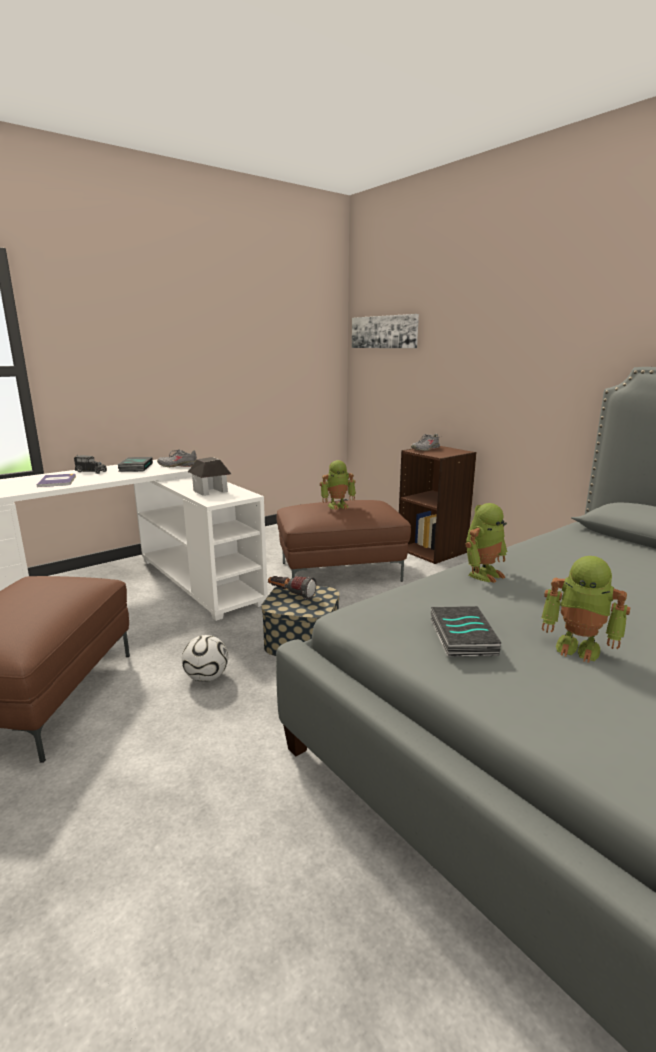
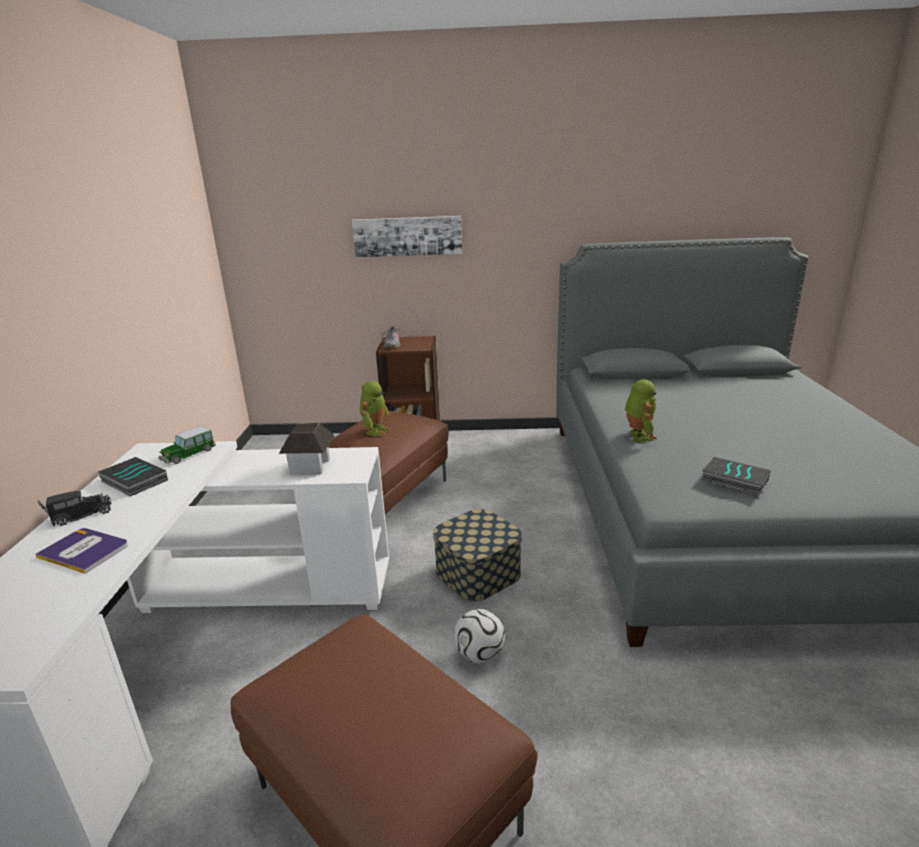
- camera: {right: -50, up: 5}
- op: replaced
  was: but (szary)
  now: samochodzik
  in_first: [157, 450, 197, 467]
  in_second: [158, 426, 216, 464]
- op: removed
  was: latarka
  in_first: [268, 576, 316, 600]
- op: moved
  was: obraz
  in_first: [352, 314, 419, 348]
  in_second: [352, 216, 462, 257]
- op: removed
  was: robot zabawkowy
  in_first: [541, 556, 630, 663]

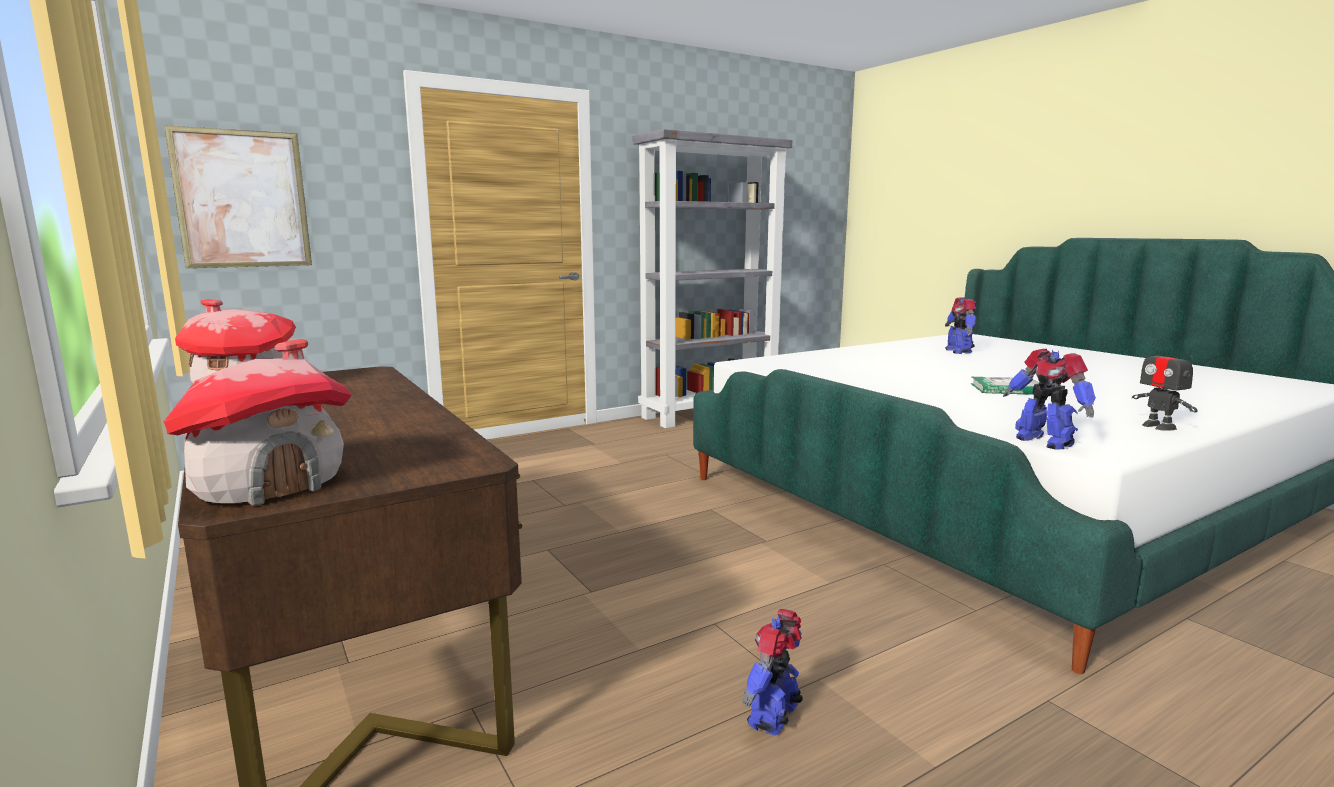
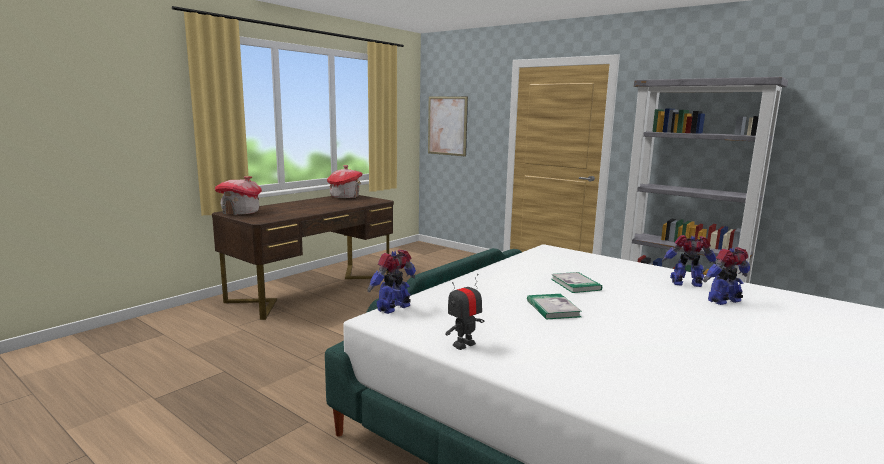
- camera: {right: 70, up: 0}
- op: moved
  was: robot zabawkowy
  in_first: [742, 609, 803, 736]
  in_second: [662, 235, 717, 287]
- op: added
  now: książka
  in_second: [551, 272, 602, 293]

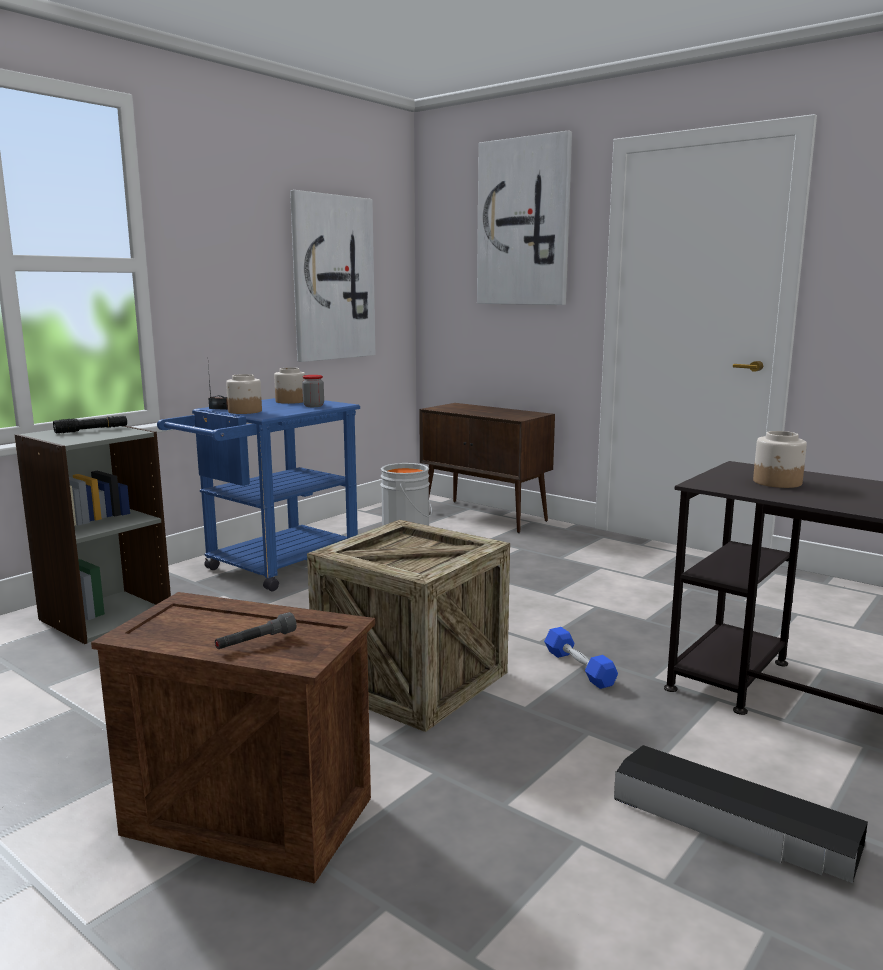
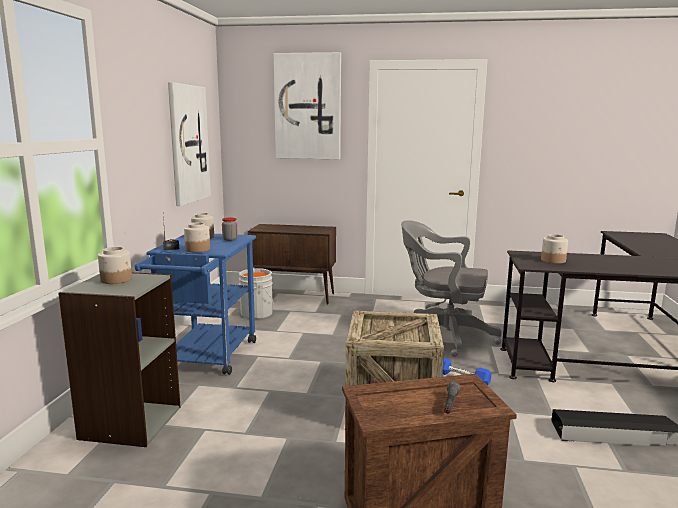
- camera: {right: -30, up: 0}
- op: replaced
  was: latarka (czarny)
  now: słoik
  in_first: [53, 416, 127, 433]
  in_second: [98, 247, 132, 284]
- op: added
  now: krzesło biurowe (szary)
  in_second: [401, 220, 502, 357]

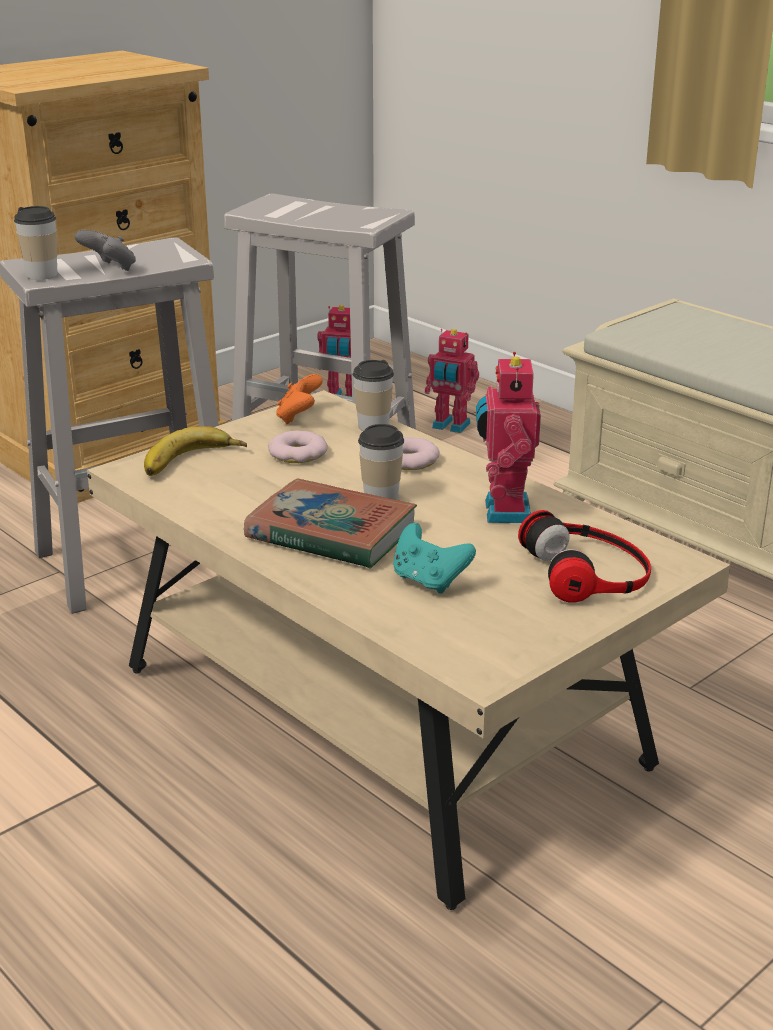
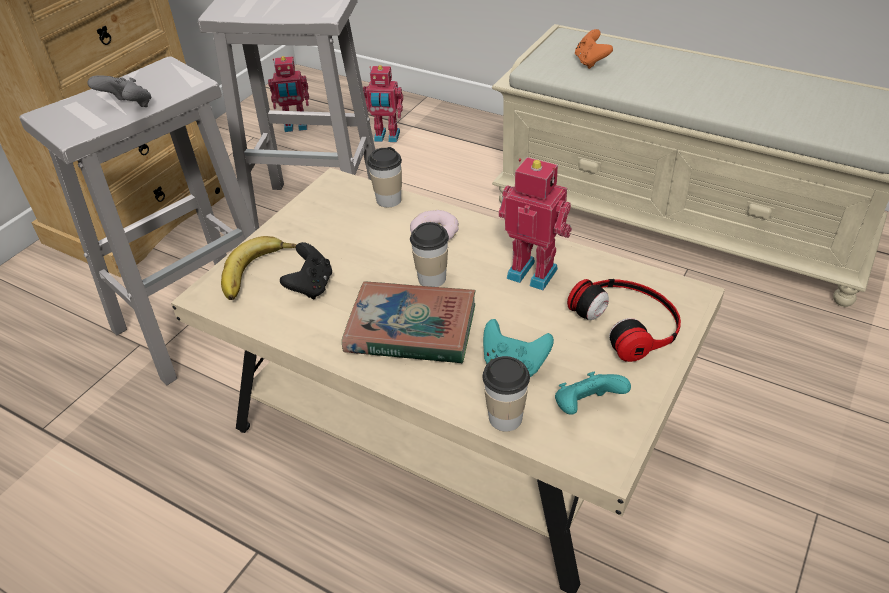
- camera: {right: -15, up: 15}
- op: moved
  was: filiżanka
  in_first: [14, 206, 58, 280]
  in_second: [482, 356, 530, 432]
- op: removed
  was: donut
  in_first: [268, 431, 328, 463]
- op: moved
  was: pad do gier (pomarańczowy)
  in_first: [276, 374, 323, 425]
  in_second: [575, 29, 613, 69]
- op: turned
  was: robot zabawkowy
  in_first: [476, 352, 541, 523]
  in_second: [499, 157, 572, 290]
  clockwise: 135
- op: added
  now: pad do gier (czarny)
  in_second: [280, 242, 332, 299]
- op: added
  now: pad do gier (turkusowy)
  in_second: [555, 372, 631, 415]

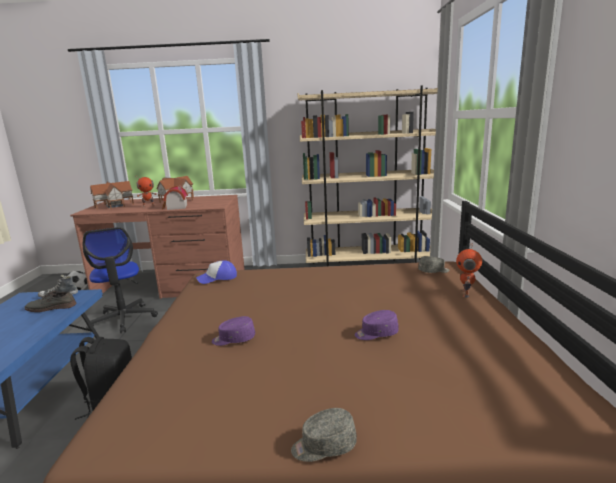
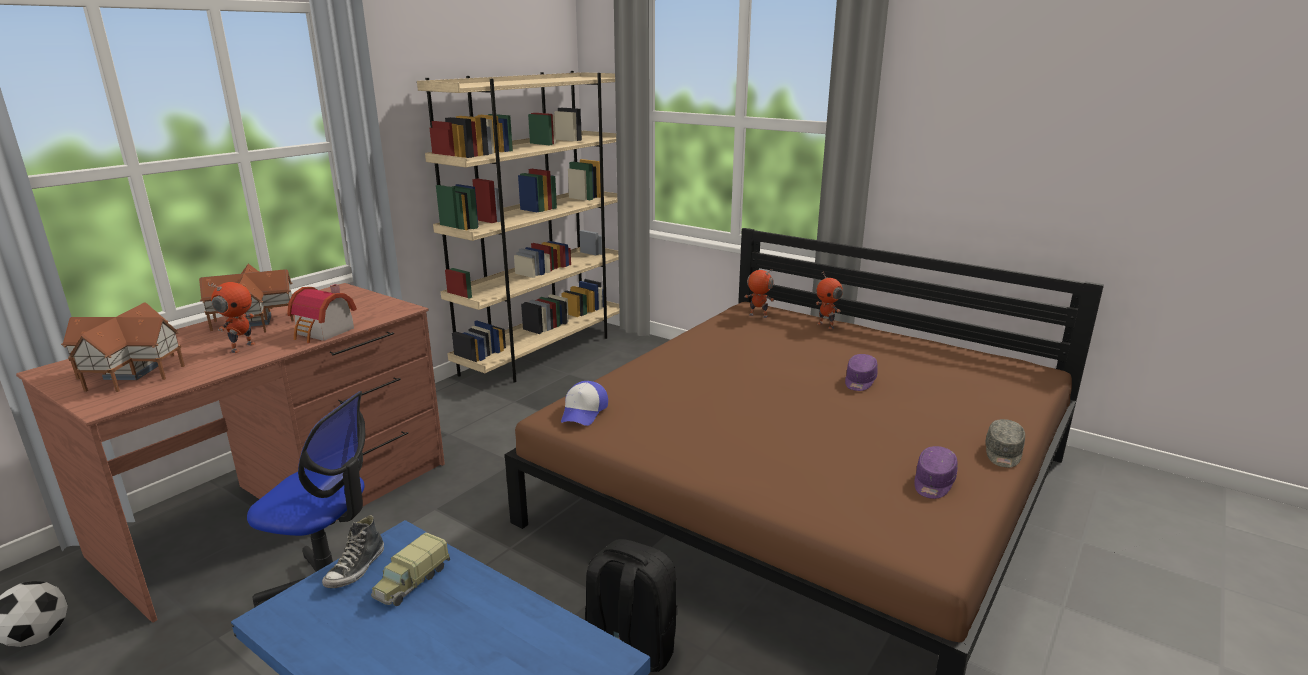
- camera: {right: -55, up: 5}
- op: replaced
  was: but (szary)
  now: ciężarówka zabawkowa
  in_first: [24, 290, 76, 312]
  in_second: [371, 532, 450, 606]
- op: moved
  was: czapka z daszkiem (fioletowy)
  in_first: [212, 316, 255, 346]
  in_second: [914, 446, 958, 499]
- op: replaced
  was: czapka z daszkiem (szary)
  now: robot zabawkowy
  in_first: [418, 256, 449, 273]
  in_second: [744, 269, 774, 318]

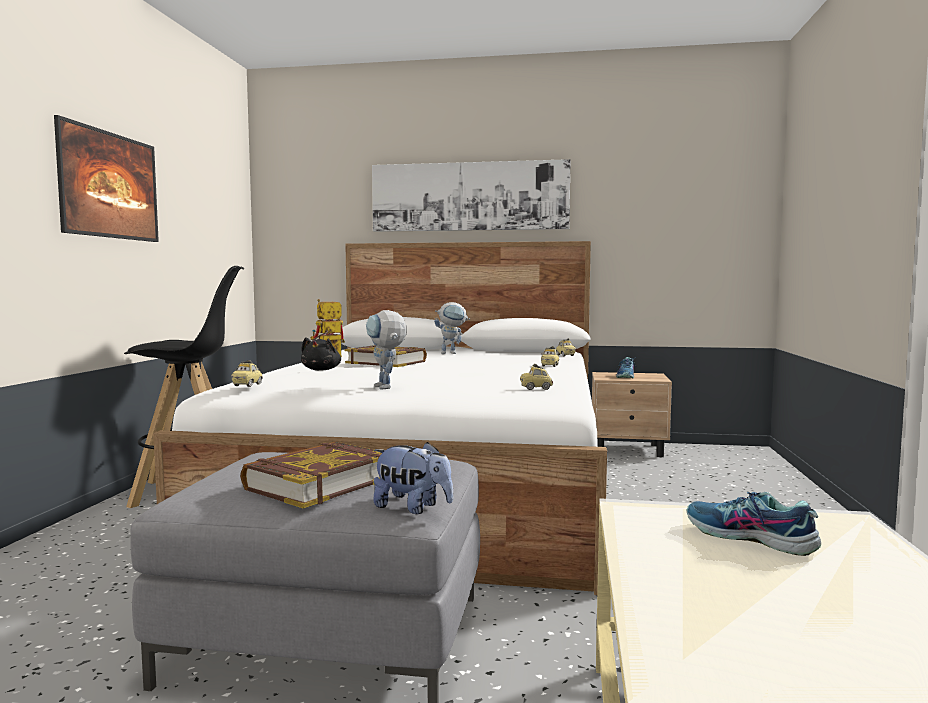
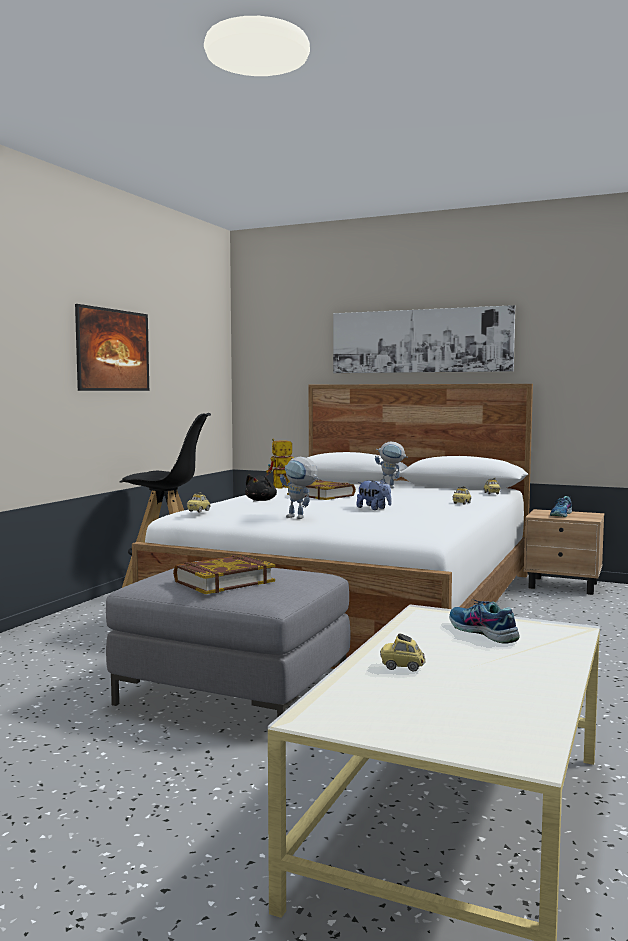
- camera: {right: 15, up: 0}
- op: turned
  was: robot zabawkowy
  in_first: [366, 310, 407, 390]
  in_second: [280, 457, 318, 519]
  clockwise: -45
- op: moved
  was: pluszak
  in_first: [373, 442, 453, 514]
  in_second: [357, 479, 392, 510]
- op: moved
  was: samochodzik
  in_first: [520, 364, 553, 390]
  in_second: [380, 633, 426, 672]

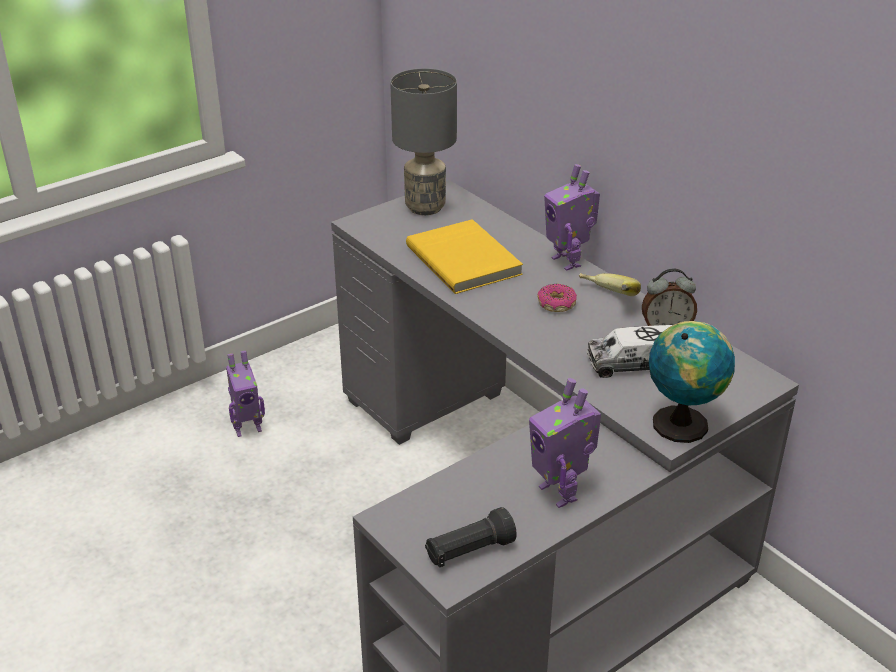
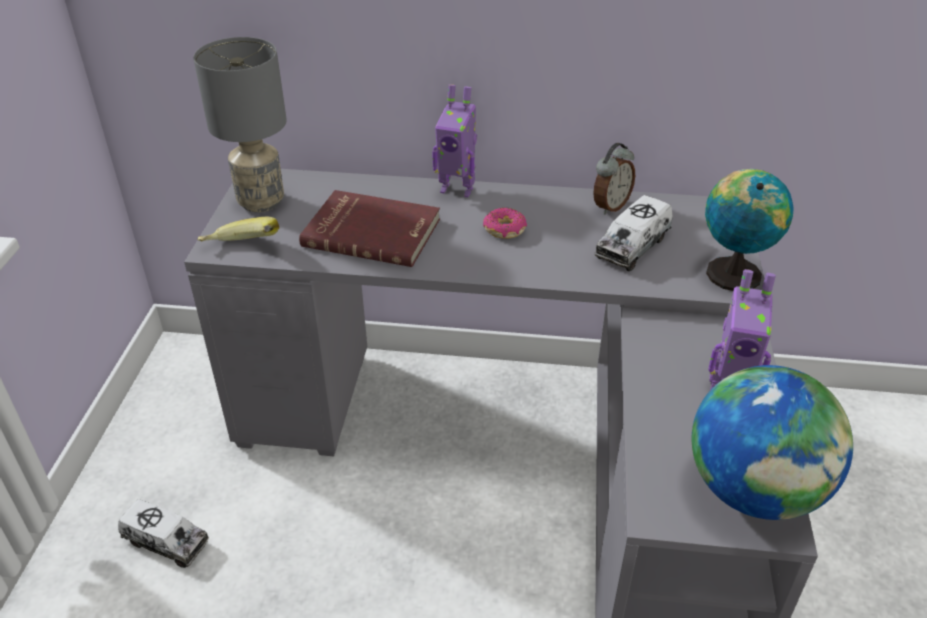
- camera: {right: -45, up: 5}
- op: replaced
  was: robot zabawkowy
  now: ciężarówka zabawkowa
  in_first: [226, 351, 265, 437]
  in_second: [118, 499, 209, 568]
- op: recoloured
  was: książka (żółty)
  now: książka (czerwony)
  in_first: [406, 219, 523, 294]
  in_second: [299, 190, 440, 267]
- op: replaced
  was: latarka (czarny)
  now: globus
  in_first: [425, 507, 517, 568]
  in_second: [692, 365, 853, 520]
- op: moved
  was: banan
  in_first: [579, 273, 641, 296]
  in_second: [198, 217, 279, 242]

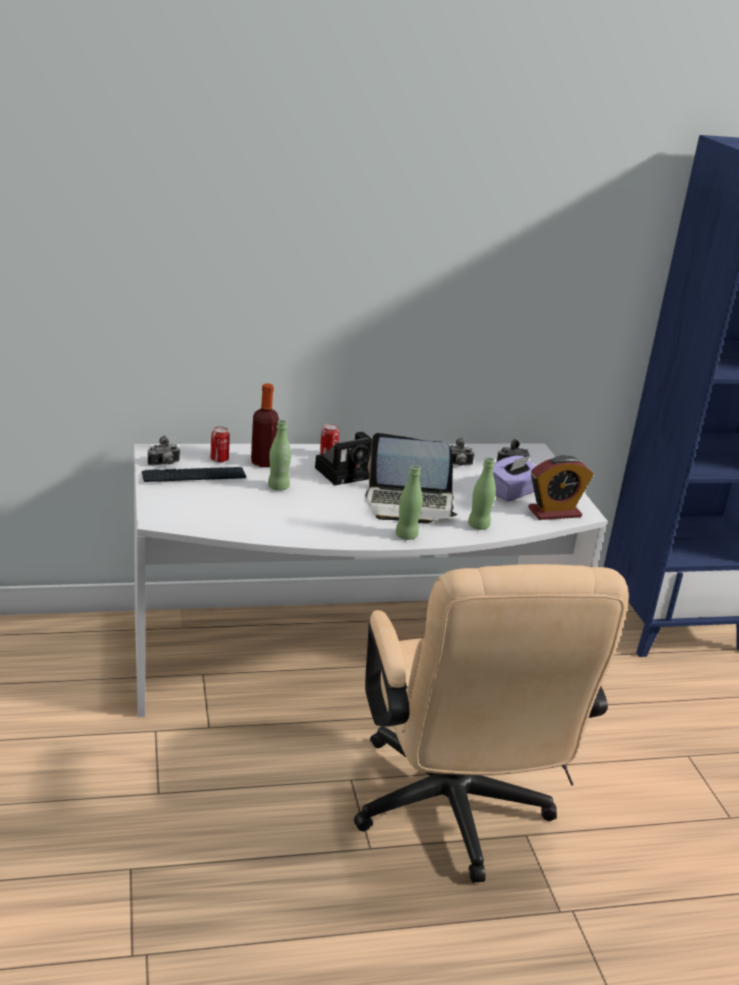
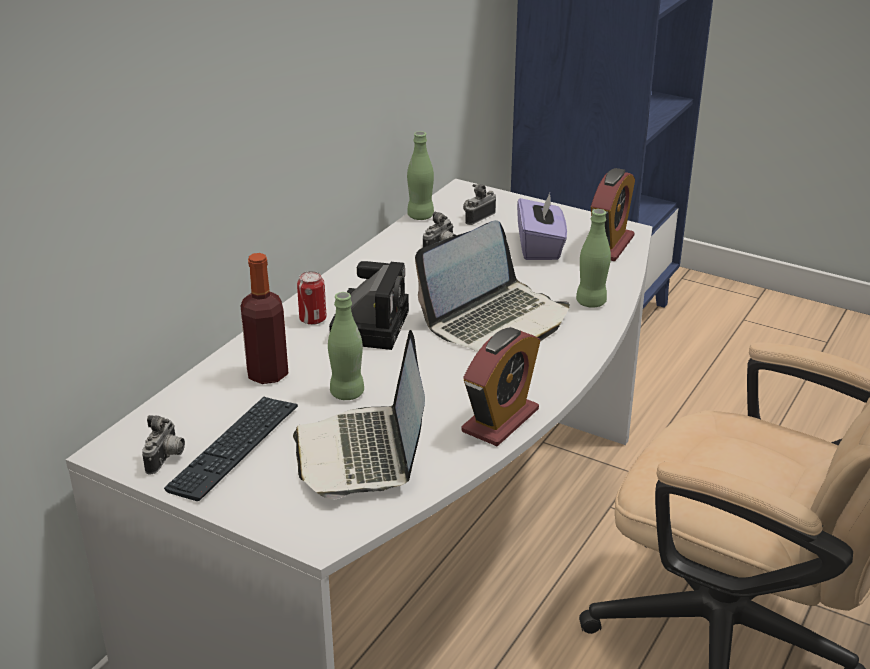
- camera: {right: -45, up: 5}
- op: removed
  was: puszka
  in_first: [210, 426, 230, 463]
- op: moved
  was: butelka (zielony)
  in_first: [395, 465, 423, 540]
  in_second: [407, 131, 434, 220]
- op: added
  now: laptop
  in_second: [293, 330, 425, 499]
- op: added
  now: budzik
  in_second: [461, 327, 540, 446]

